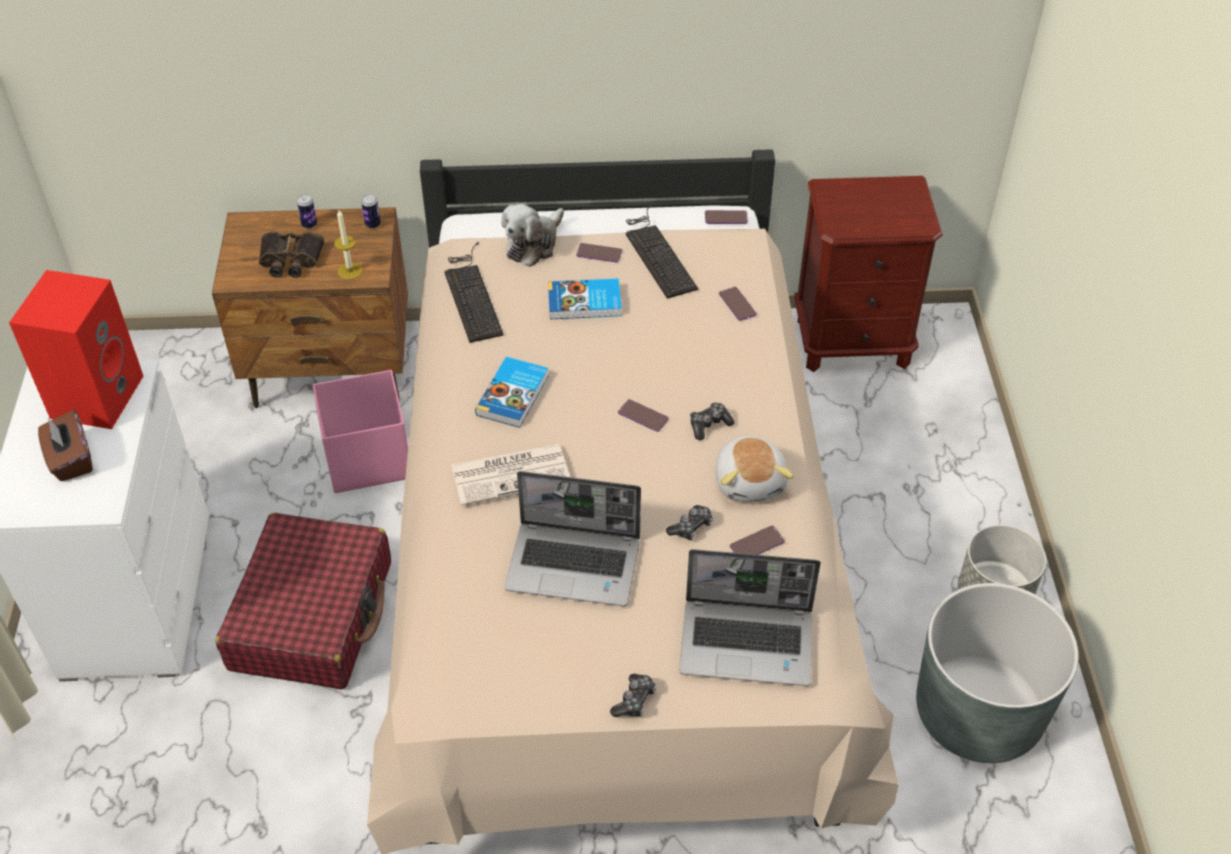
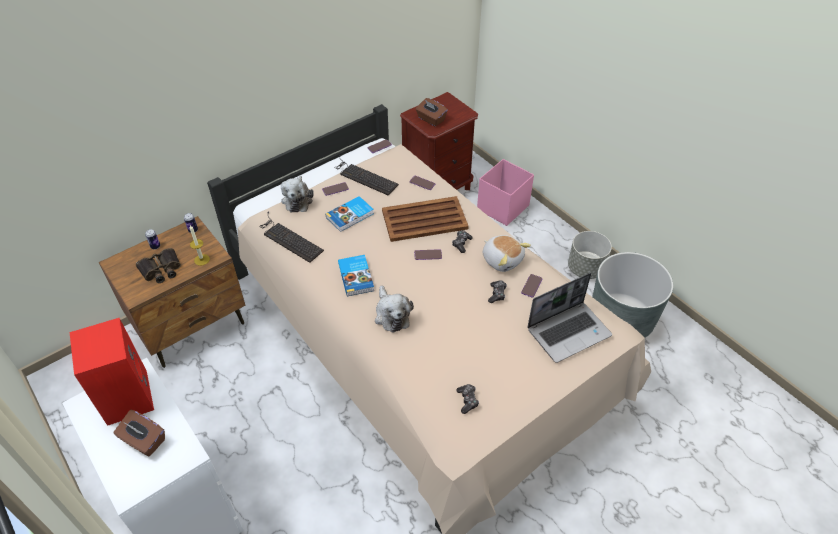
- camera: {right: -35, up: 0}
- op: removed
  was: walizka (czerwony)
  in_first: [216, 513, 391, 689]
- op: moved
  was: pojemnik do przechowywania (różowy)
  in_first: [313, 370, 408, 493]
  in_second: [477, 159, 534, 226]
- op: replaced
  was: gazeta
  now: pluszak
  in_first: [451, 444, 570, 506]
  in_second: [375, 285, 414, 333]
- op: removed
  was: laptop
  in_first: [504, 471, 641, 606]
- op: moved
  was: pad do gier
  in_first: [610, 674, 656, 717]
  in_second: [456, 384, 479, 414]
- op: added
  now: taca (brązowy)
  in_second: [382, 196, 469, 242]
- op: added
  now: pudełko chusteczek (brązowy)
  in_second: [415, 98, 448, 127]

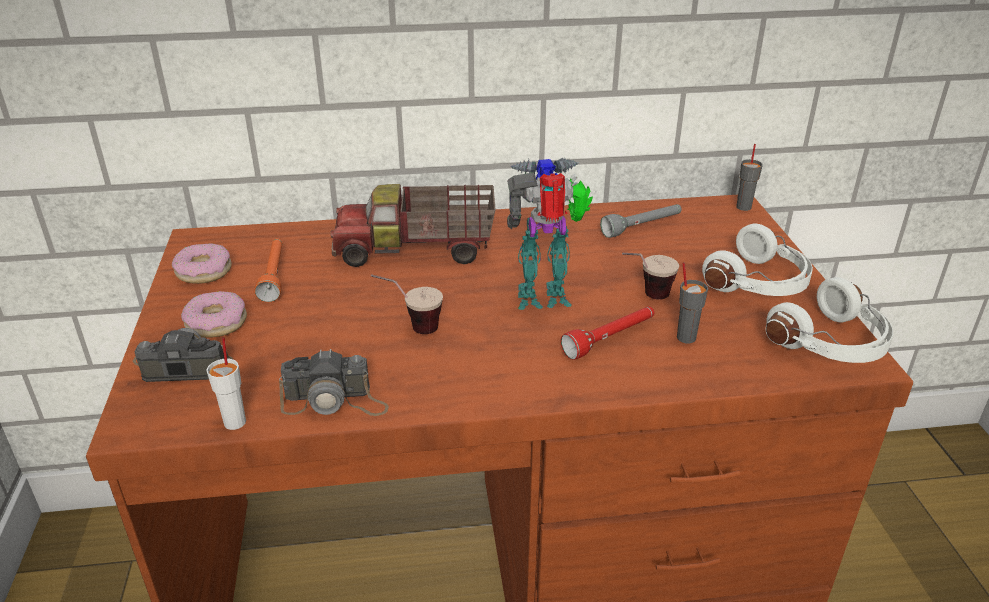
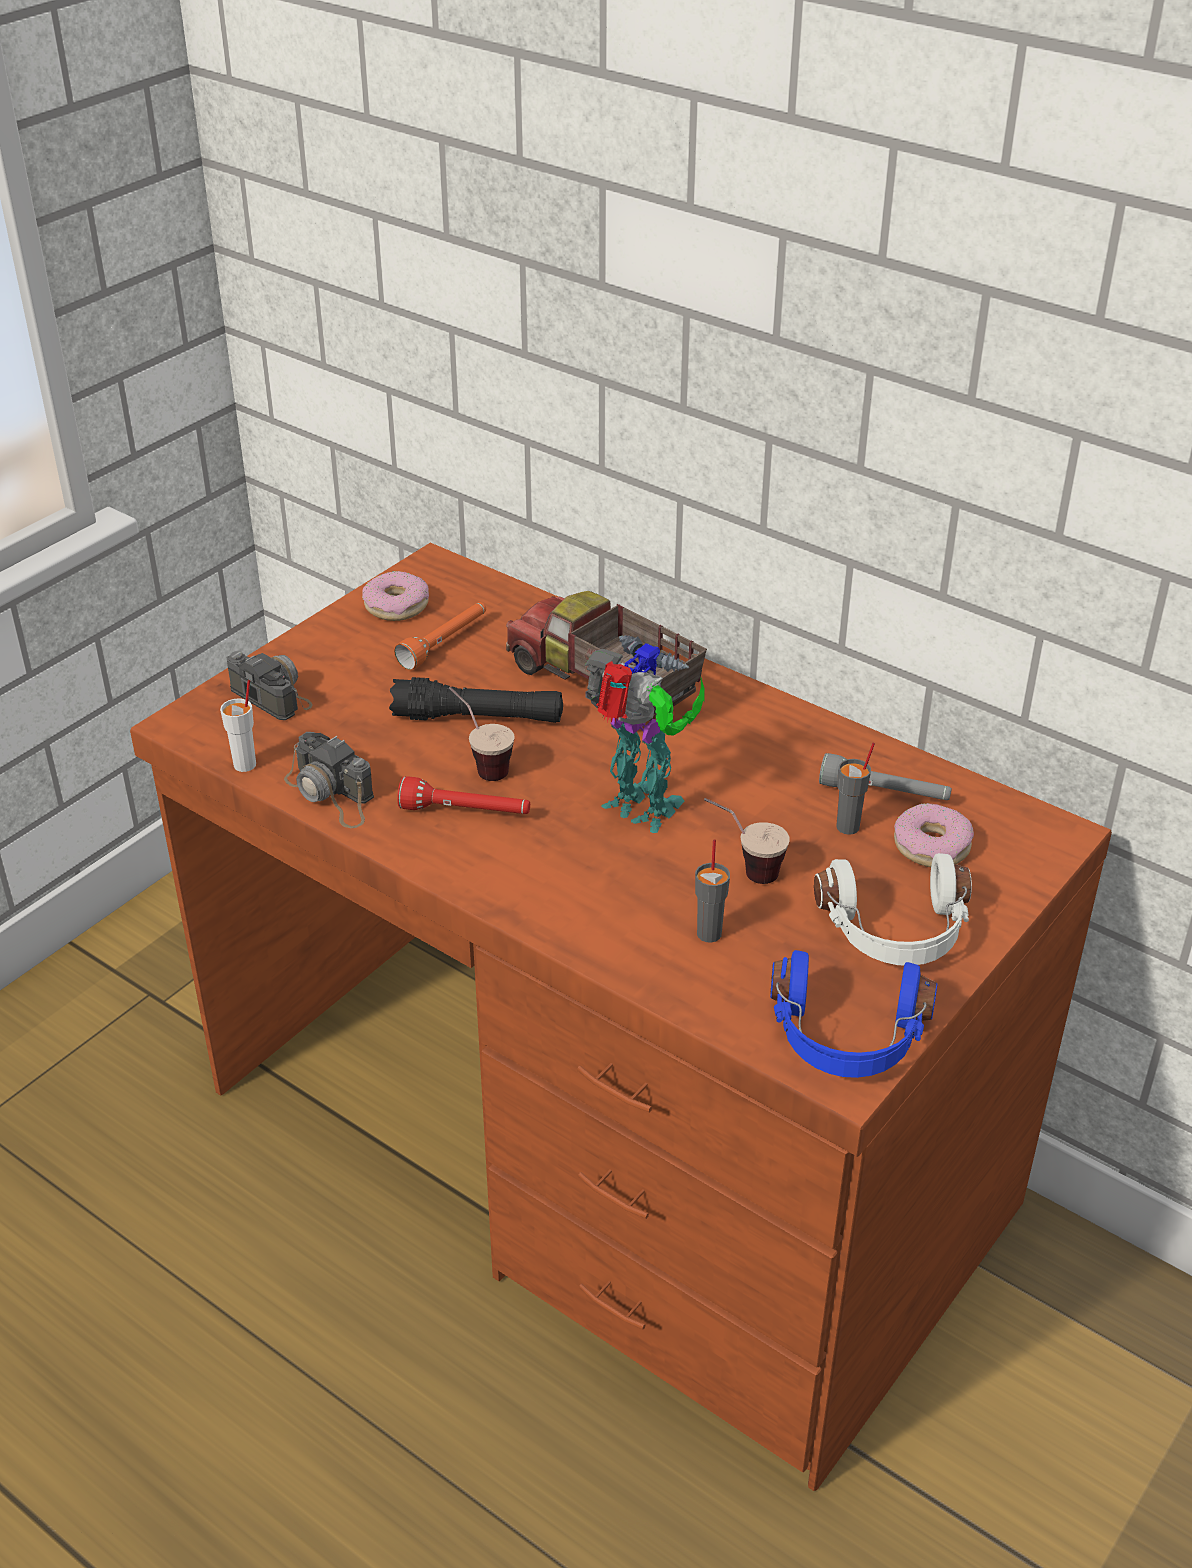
- camera: {right: 45, up: 5}
- op: moved
  was: donut
  in_first: [181, 291, 247, 338]
  in_second: [894, 803, 974, 867]
- op: moved
  was: latarka (czerwony)
  in_first: [561, 306, 655, 360]
  in_second: [397, 776, 530, 814]
- op: moved
  was: filiżanka (szary)
  in_first: [736, 144, 763, 211]
  in_second: [836, 743, 875, 835]
- op: recoloured
  was: słuchawki (biały)
  now: słuchawki (niebieski)
  in_first: [766, 277, 893, 363]
  in_second: [770, 950, 937, 1078]
- op: added
  now: latarka (czarny)
  in_second: [389, 677, 563, 723]

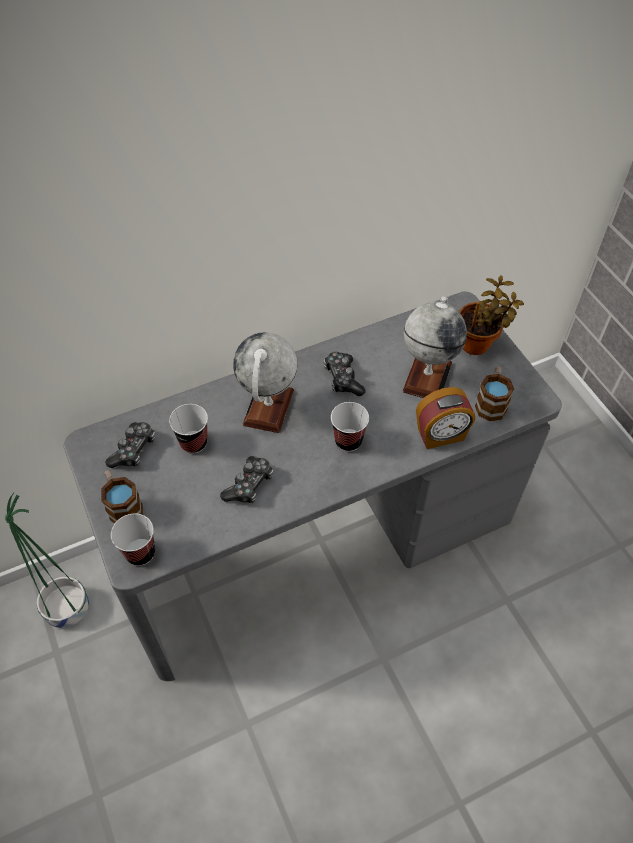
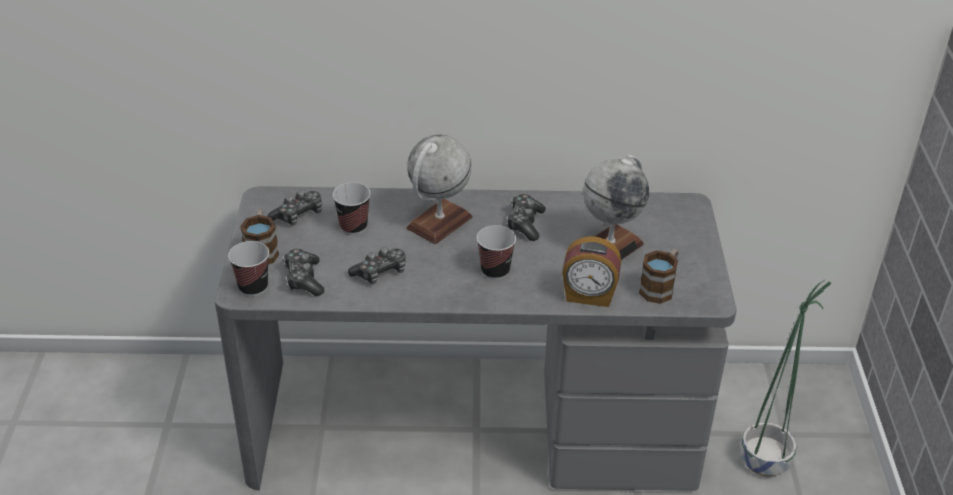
- camera: {right: 25, up: -15}
- op: moved
  was: donica (zielony)
  in_first: [5, 493, 89, 628]
  in_second: [740, 280, 832, 476]
- op: removed
  was: roślina doniczkowa
  in_first: [459, 275, 524, 355]
- op: added
  now: pad do gier
  in_second: [283, 249, 324, 296]

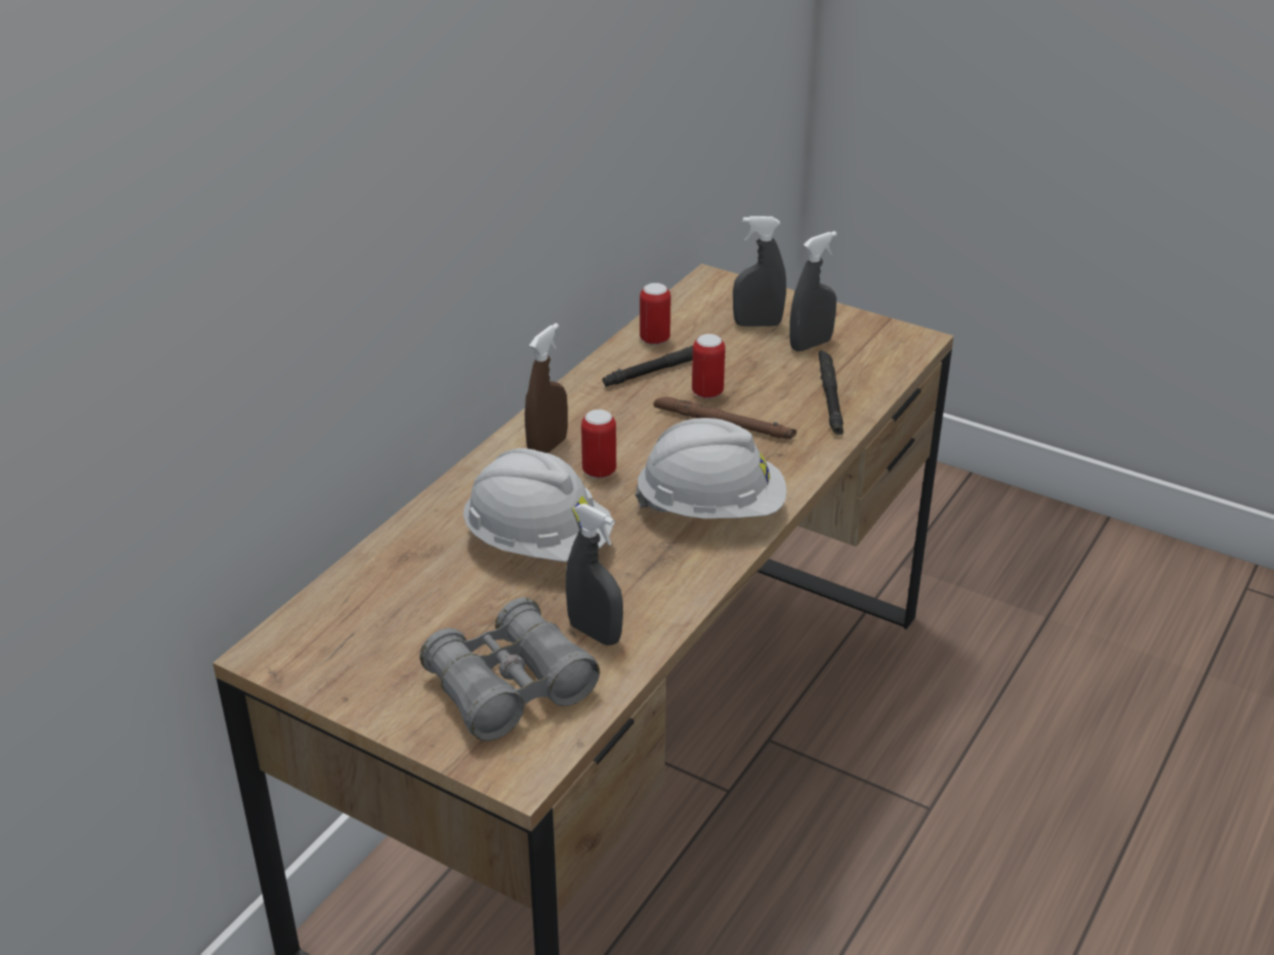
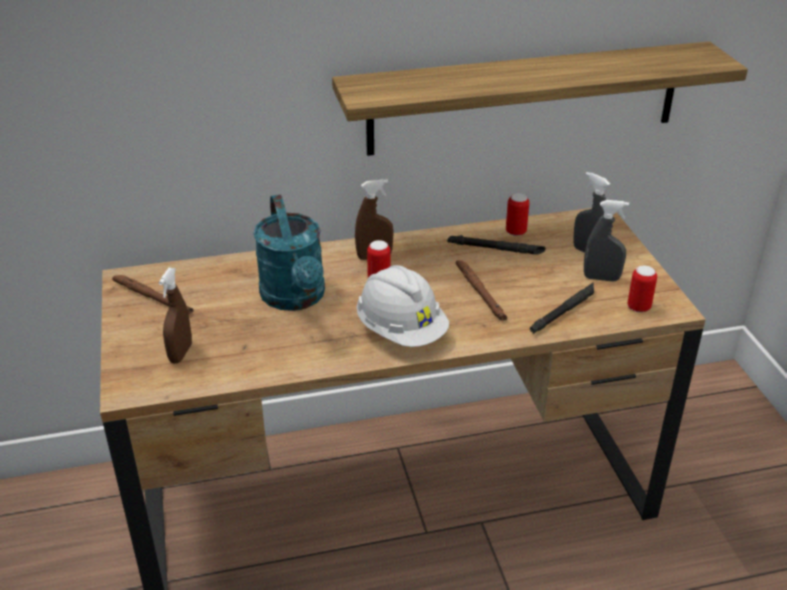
- camera: {right: 45, up: 0}
- op: replaced
  was: lornetka (szary)
  now: spryskiwacz (brązowy)
  in_first: [420, 597, 600, 741]
  in_second: [159, 268, 192, 363]
- op: replaced
  was: kask (biały)
  now: konewka (turkusowy)
  in_first: [463, 448, 613, 562]
  in_second: [253, 195, 325, 311]
- op: removed
  was: spryskiwacz (szary)
  in_first: [566, 504, 623, 645]
- op: moved
  was: puszka
  in_first: [692, 334, 725, 399]
  in_second: [627, 266, 657, 312]
- op: added
  now: latarka (brązowy)
  in_second: [112, 275, 193, 314]
- op: added
  now: półka
  in_second: [332, 41, 748, 156]

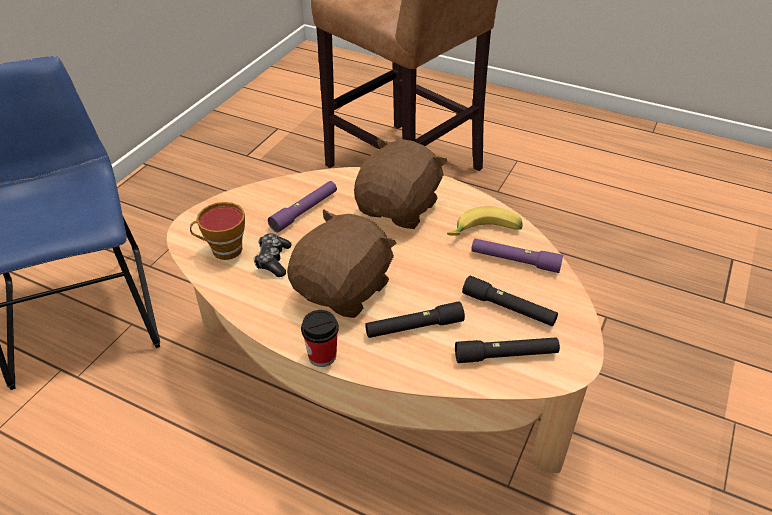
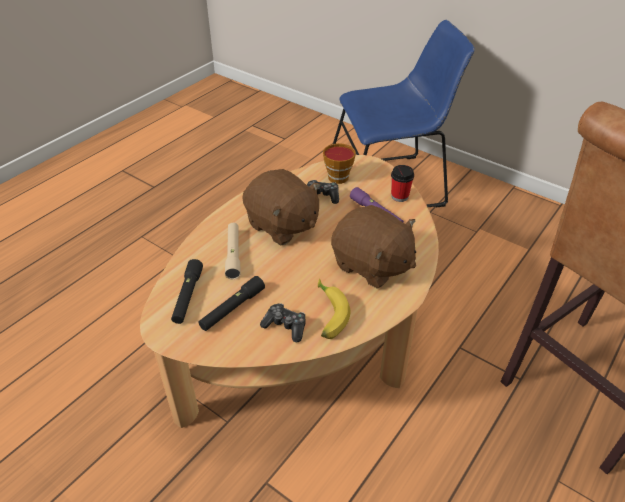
- camera: {right: 100, up: 0}
- op: moved
  was: filiżanka
  in_first: [301, 310, 339, 367]
  in_second: [391, 165, 414, 202]
- op: recoloured
  was: latarka (czarny)
  now: latarka (beżowy)
  in_first: [365, 301, 465, 338]
  in_second: [225, 223, 240, 279]
- op: replaced
  was: latarka (fioletowy)
  now: pad do gier
  in_first: [471, 239, 563, 273]
  in_second: [260, 303, 305, 342]

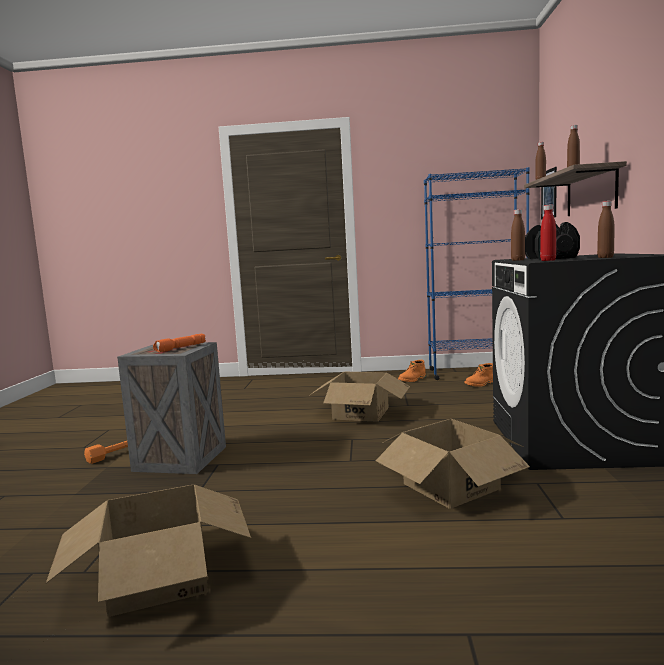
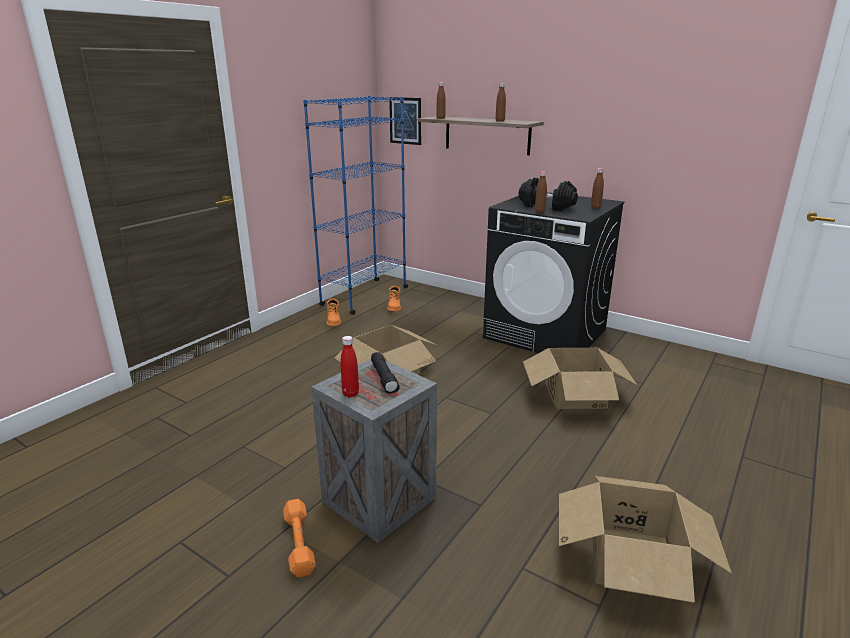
- camera: {right: -60, up: 15}
- op: recoloured
  was: latarka (pomarańczowy)
  now: latarka (czarny)
  in_first: [153, 334, 206, 352]
  in_second: [371, 352, 399, 393]
- op: moved
  was: butelka (czerwony)
  in_first: [540, 205, 556, 261]
  in_second: [340, 336, 359, 397]

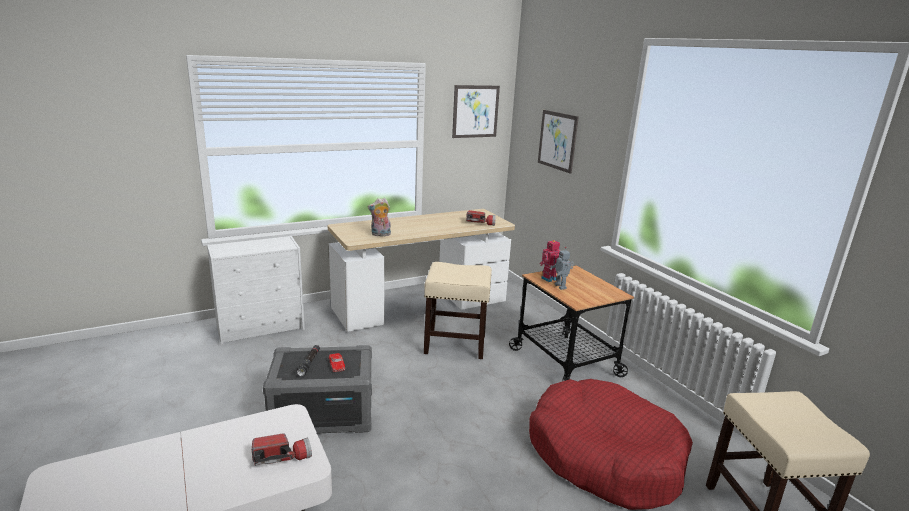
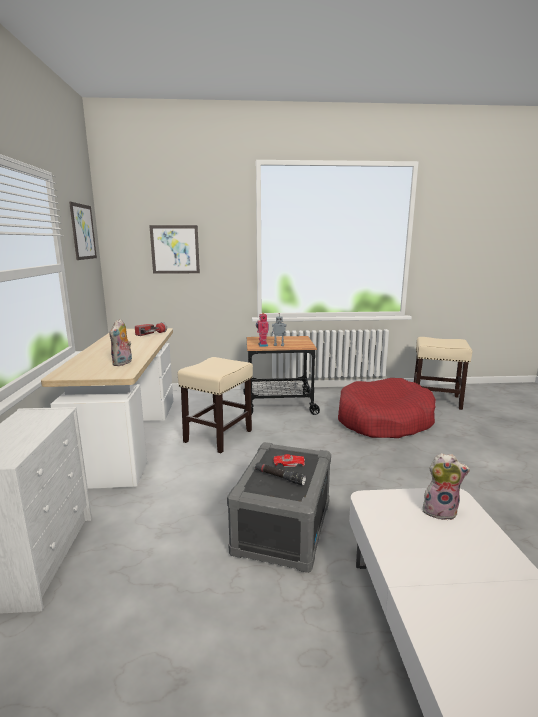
- camera: {right: -65, up: -5}
- op: replaced
  was: latarka
  now: pluszak
  in_first: [252, 433, 312, 466]
  in_second: [422, 453, 470, 520]

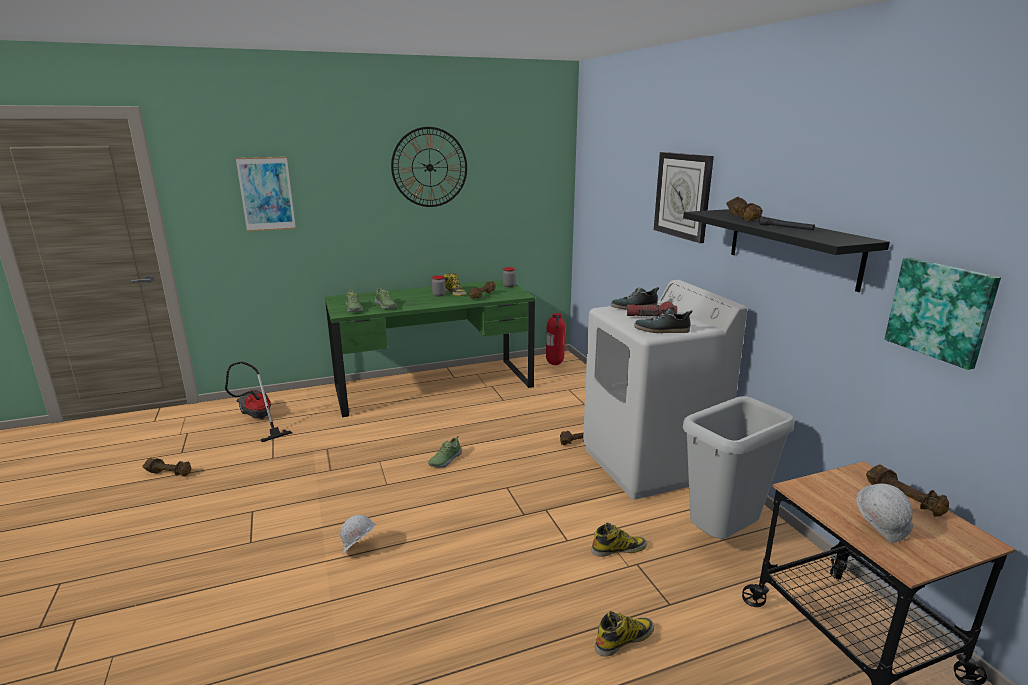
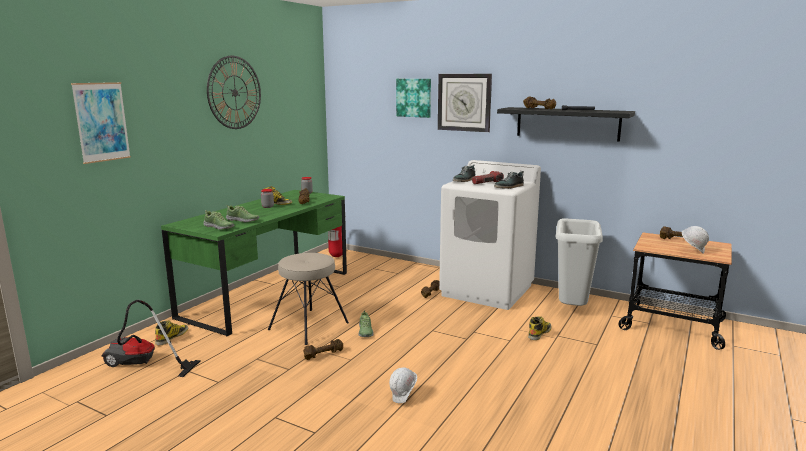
- camera: {right: -40, up: -5}
- op: moved
  was: hantel (brązowy)
  in_first: [142, 458, 191, 477]
  in_second: [303, 339, 343, 360]
- op: moved
  was: but z cholewką
  in_first: [595, 611, 654, 657]
  in_second: [155, 320, 188, 346]
- op: moved
  was: obraz
  in_first: [885, 258, 1001, 370]
  in_second: [396, 79, 431, 118]
- op: added
  now: stołek (beżowy)
  in_second: [268, 253, 349, 345]

